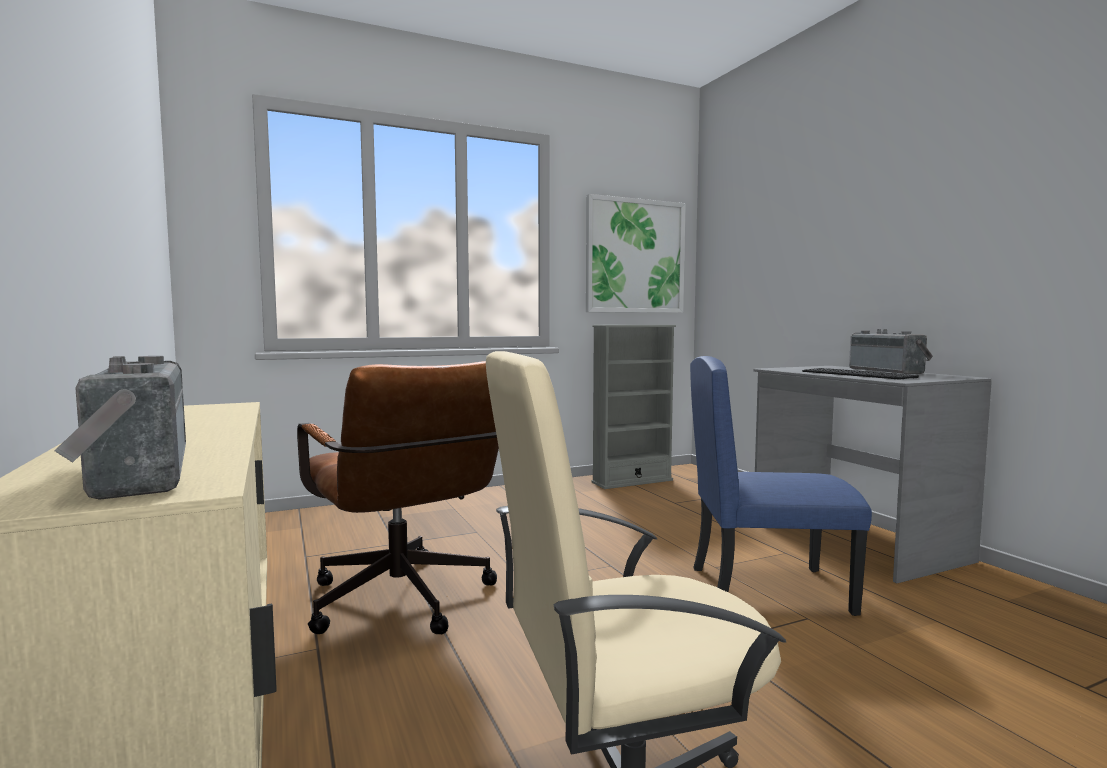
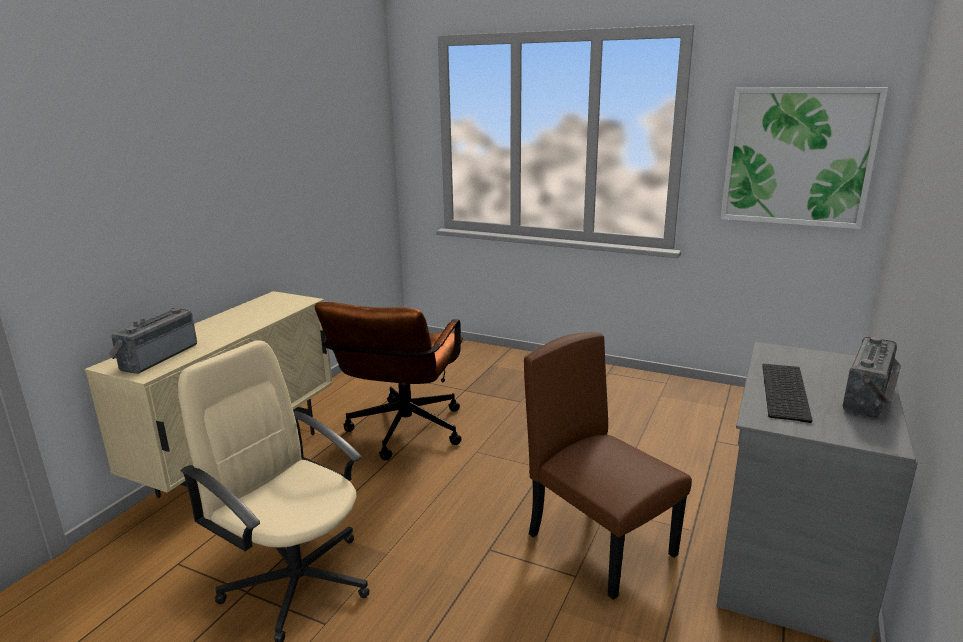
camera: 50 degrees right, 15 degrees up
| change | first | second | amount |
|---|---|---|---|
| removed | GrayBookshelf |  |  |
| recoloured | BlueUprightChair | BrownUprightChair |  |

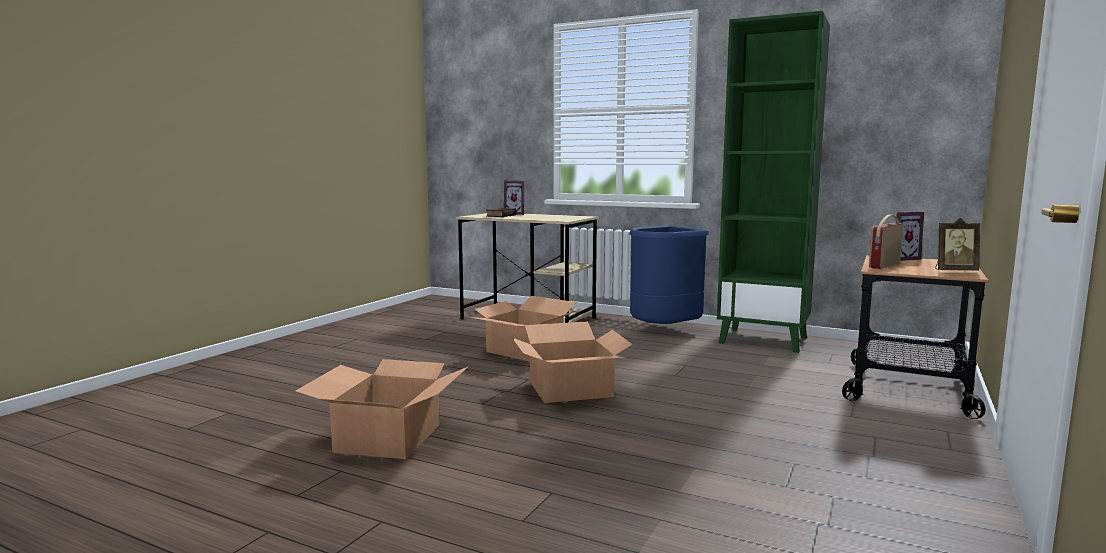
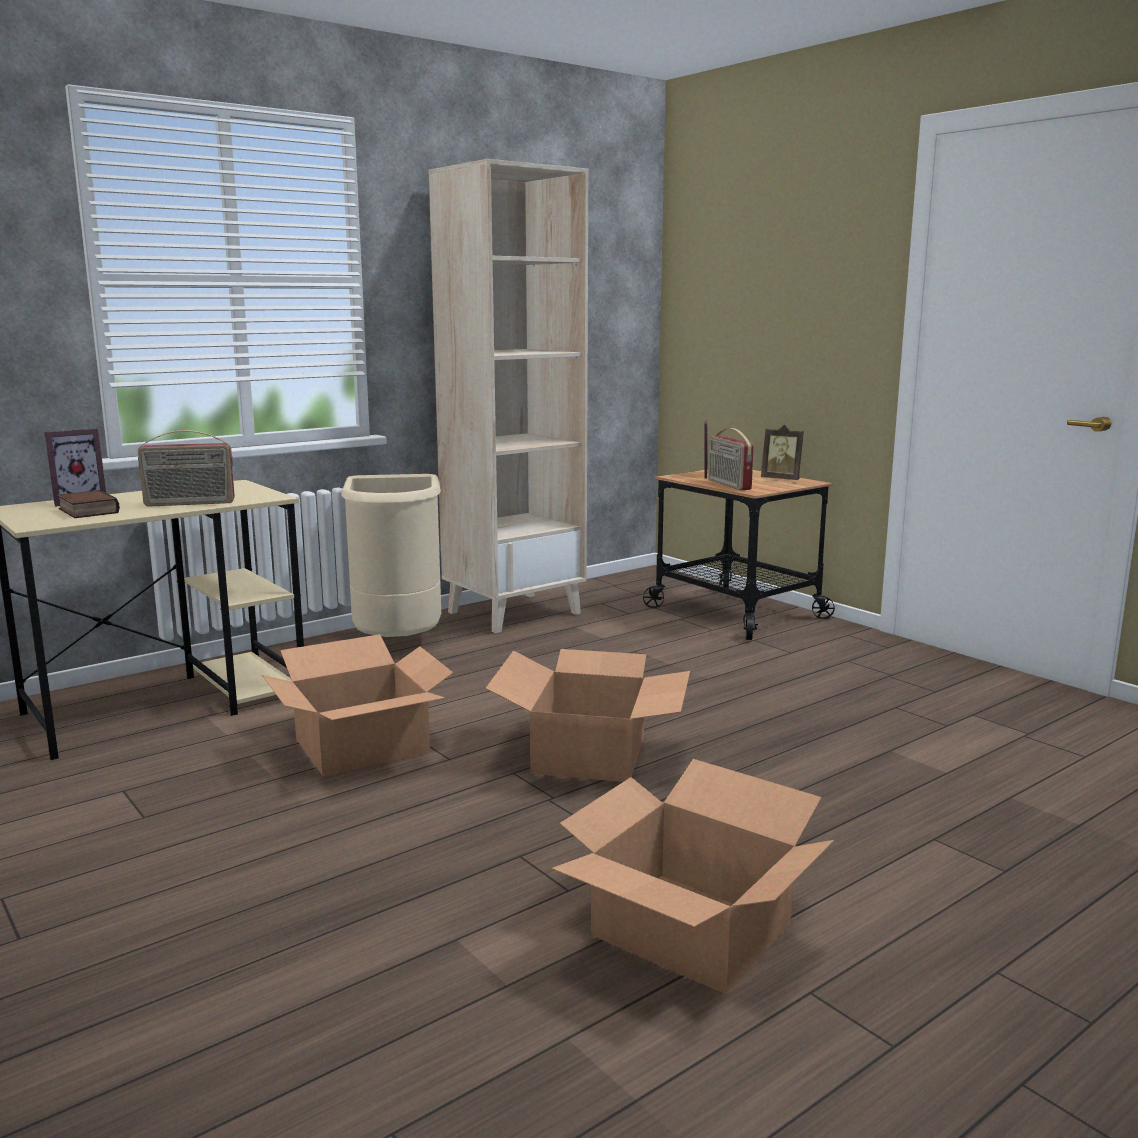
camera: 65 degrees left, 5 degrees up
| change | first | second | amount |
|---|---|---|---|
| recoloured | GreenishBookshelf | SandColouredBookshelf |  |
| turned | StandingFrame (3rd from left) |  | 90 degrees clockwise |
| recoloured | BlueRubbishBin | SandColouredRubbishBin |  |
| added |  | RadioReceiver (1st from left) |  |

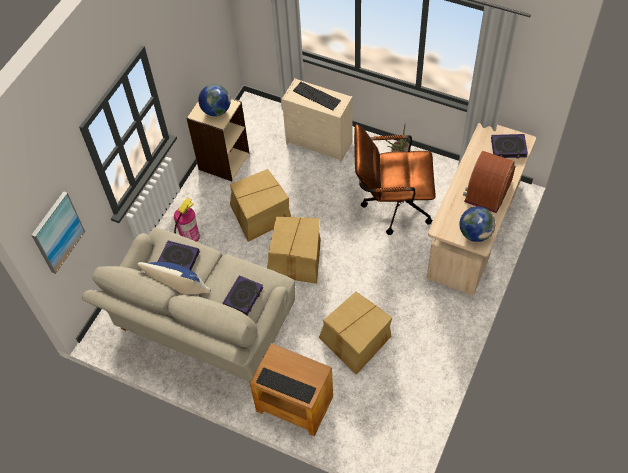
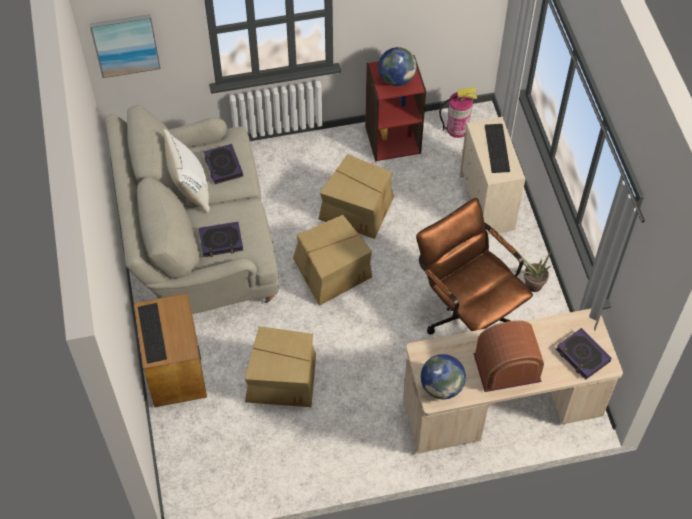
camera: 50 degrees right, 0 degrees up
| change | first | second | amount |
|---|---|---|---|
| recoloured | SandColouredBookshelf | RedBookshelf |  |
| moved | FireFightingCylinder |  |  |
| recoloured | BlueCushion | WhitishCushion |  |

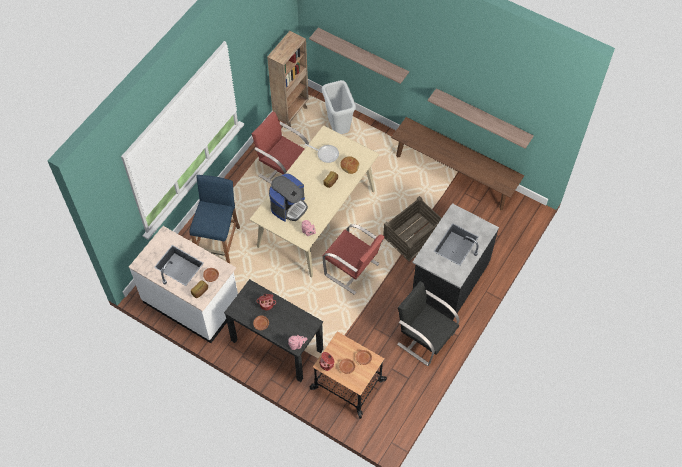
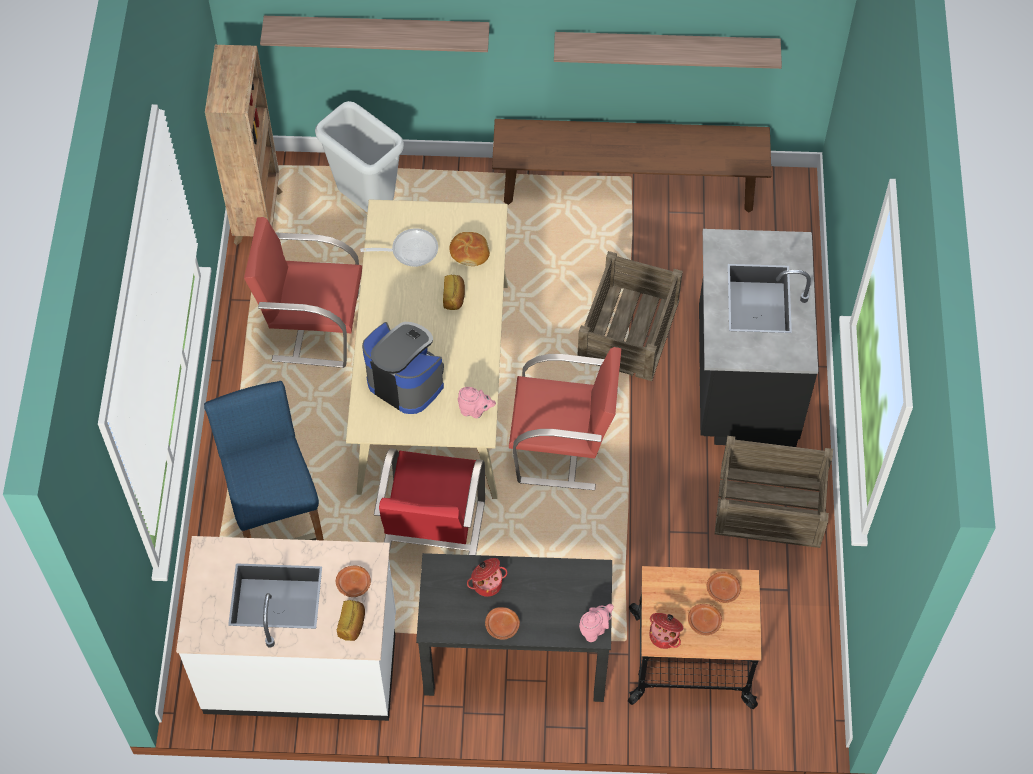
camera: 30 degrees left, 0 degrees up
| change | first | second | amount |
|---|---|---|---|
| turned | CoffeeMachine |  | 60 degrees counterclockwise |
| replaced | BlackishUprightChair | Crate (2nd from left) |  |
| added |  | RedUprightChair (2nd from left) |  |

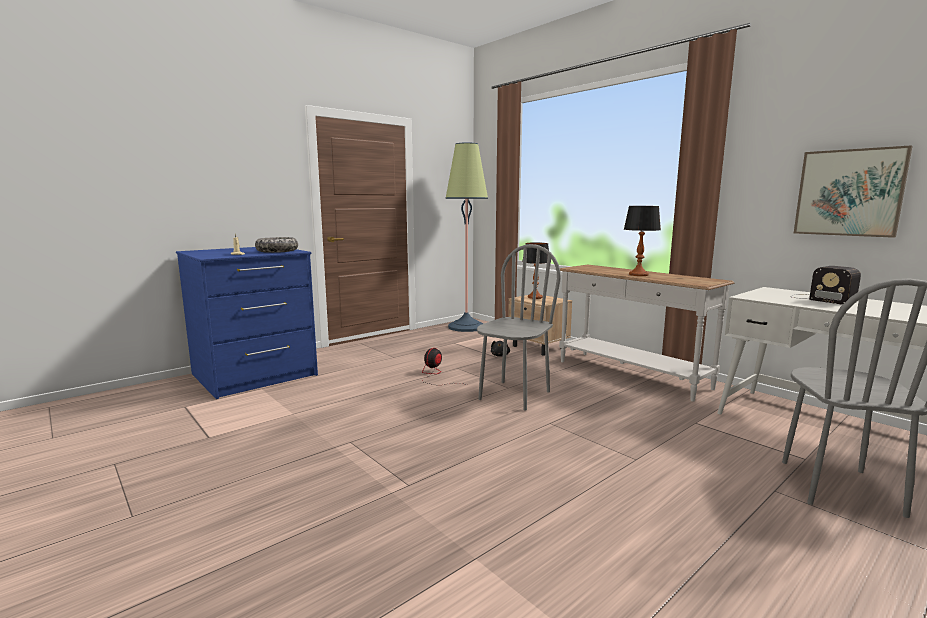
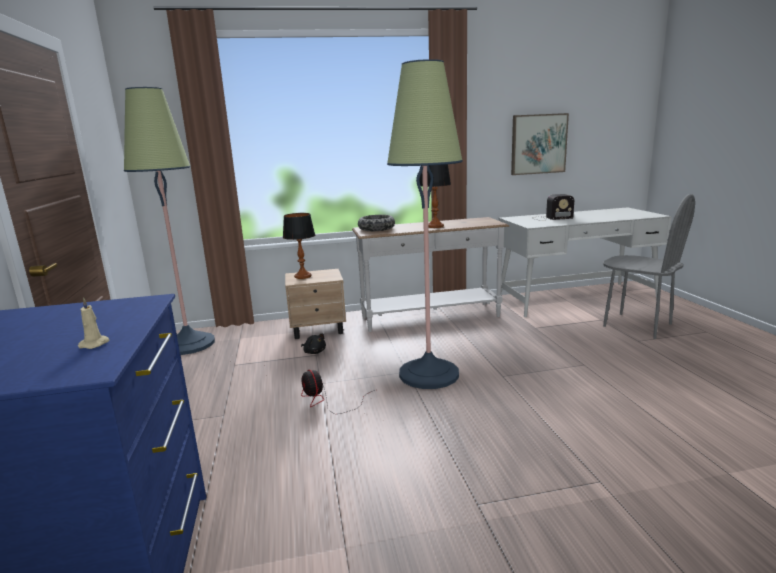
camera: 60 degrees left, 5 degrees up
| change | first | second | amount |
|---|---|---|---|
| moved | DeepDish |  |  |
| replaced | GrayUprightChair (1st from left) | StandardLamp (2nd from left) |  |

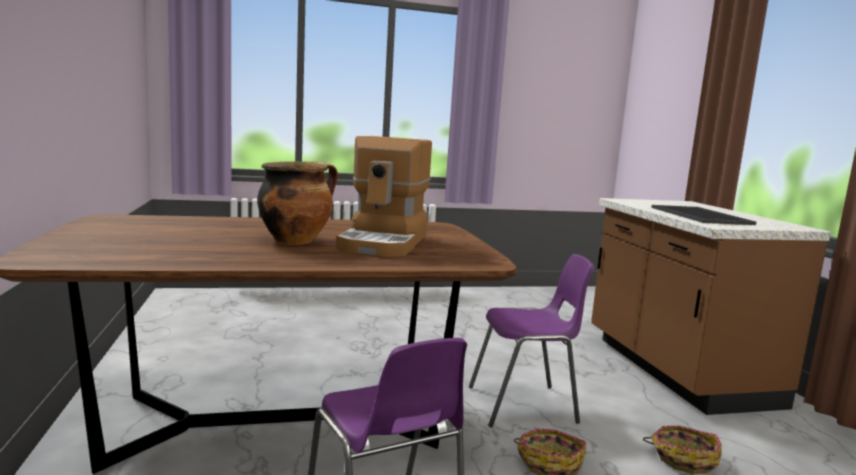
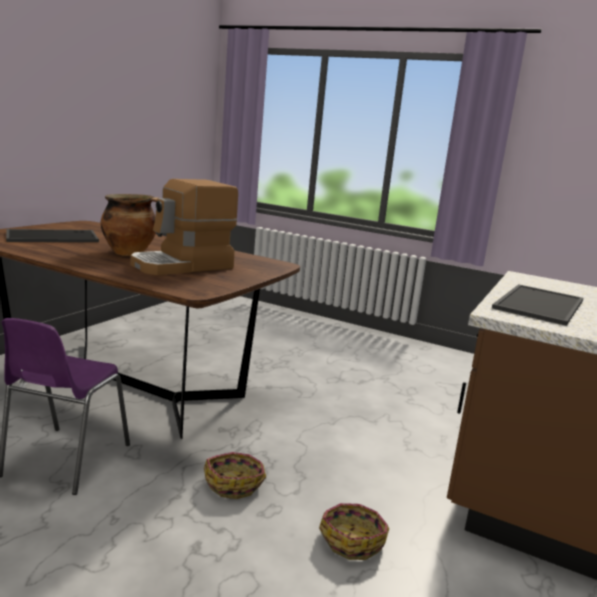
camera: 40 degrees right, 5 degrees up
| change | first | second | amount |
|---|---|---|---|
| removed | PurpleColouredUprightChair (2nd from left) |  |  |
| added |  | CarryingTray (1st from left) |  |

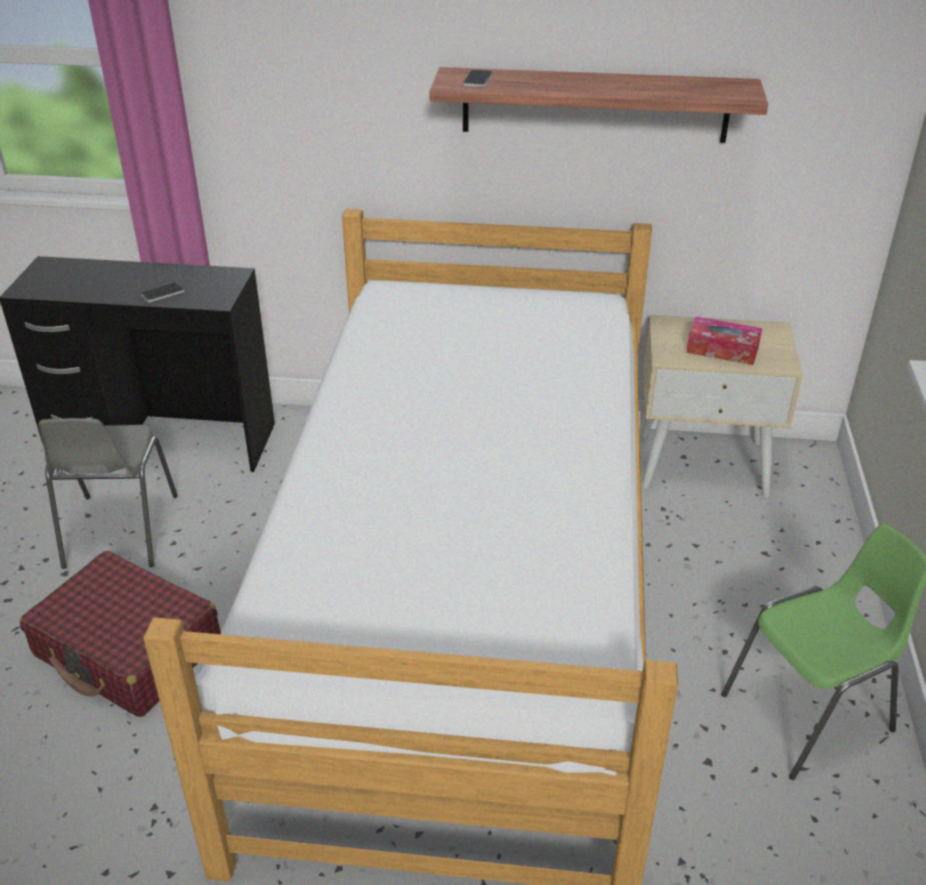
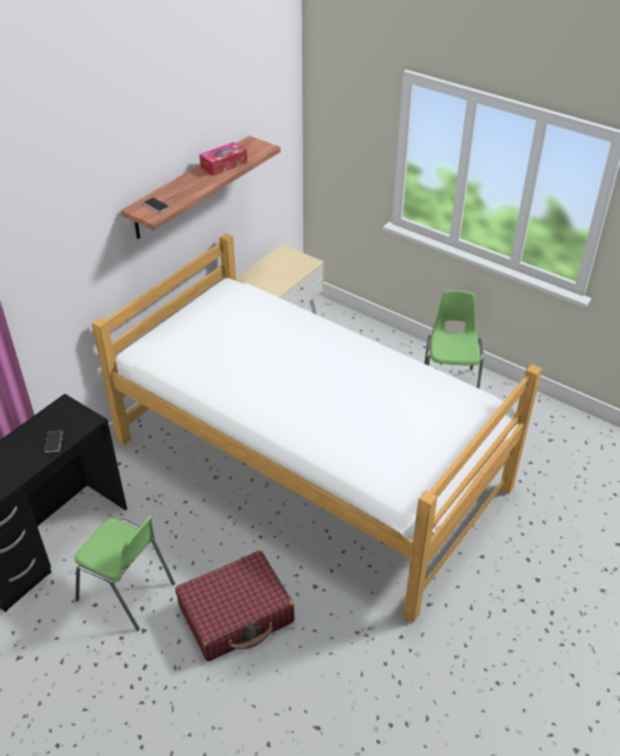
camera: 60 degrees left, 5 degrees up
| change | first | second | amount |
|---|---|---|---|
| moved | TissueHolder |  |  |
| recoloured | GrayUprightChair | GreenishUprightChair (1st from left) |  |

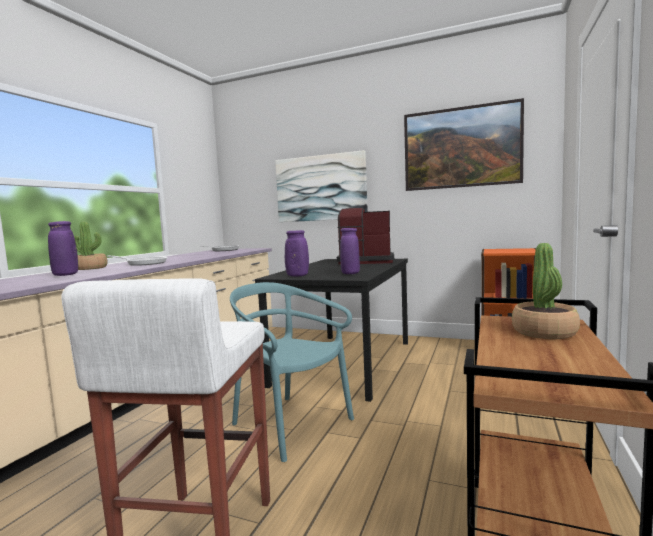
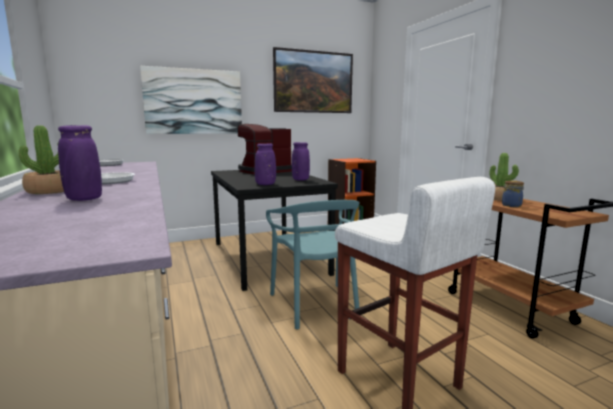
camera: 45 degrees left, 5 degrees up
| change | first | second | amount |
|---|---|---|---|
| turned | TurquoiseUprightChair |  | 105 degrees counterclockwise |
| added |  | StorageJar |  |

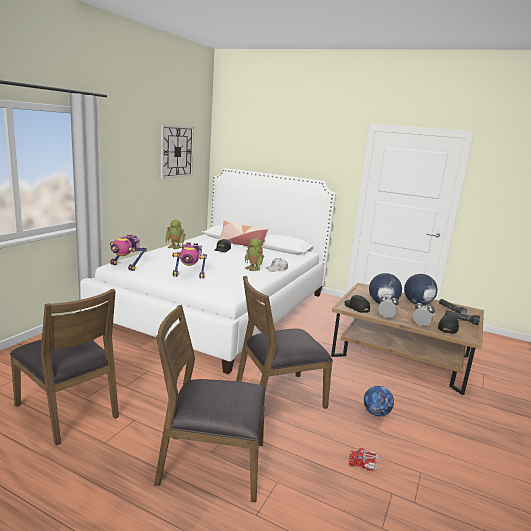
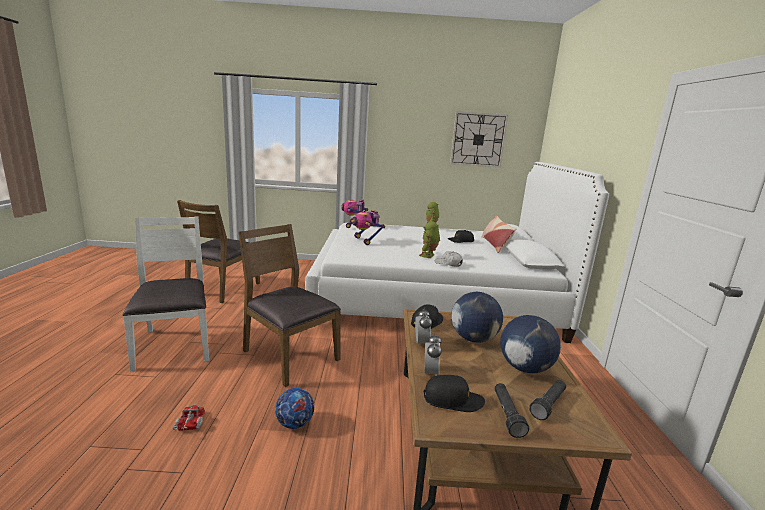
camera: 65 degrees right, 0 degrees up
| change | first | second | amount |
|---|---|---|---|
| recoloured | BrownUprightChair (2nd from left) | WhitishUprightChair |  |

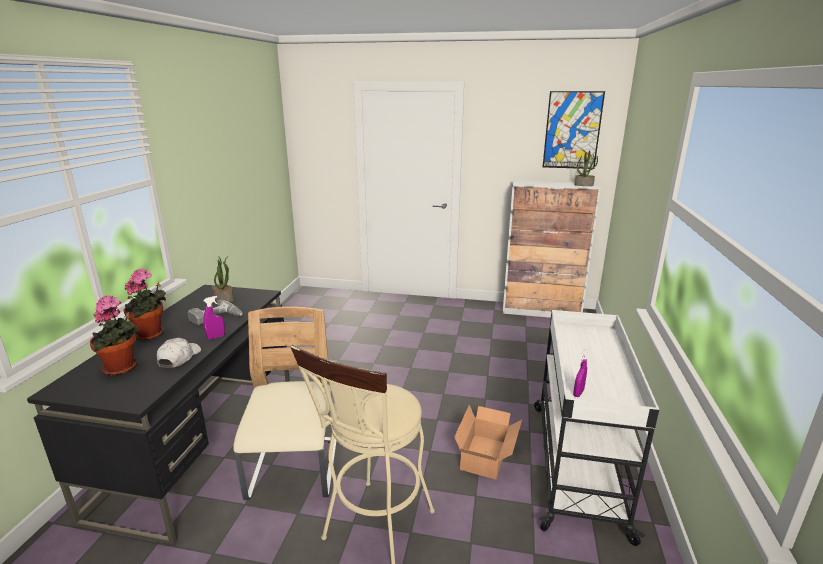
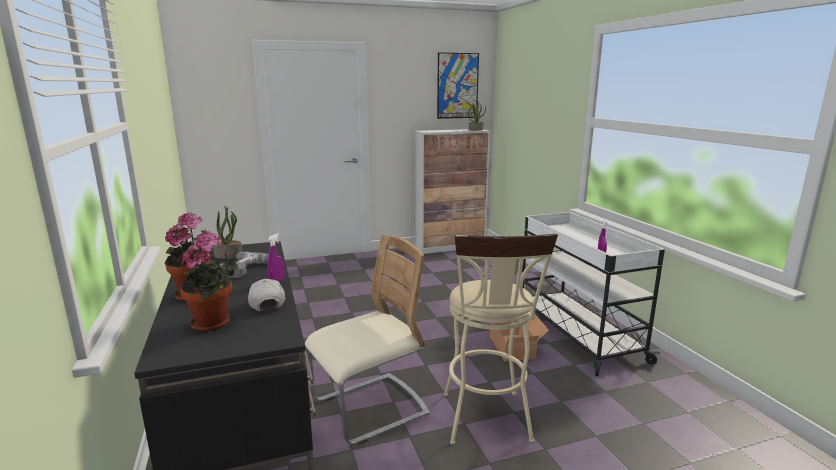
camera: 30 degrees left, 5 degrees down
| change | first | second | amount |
|---|---|---|---|
| turned | SandColouredUprightChair |  | 90 degrees clockwise |

